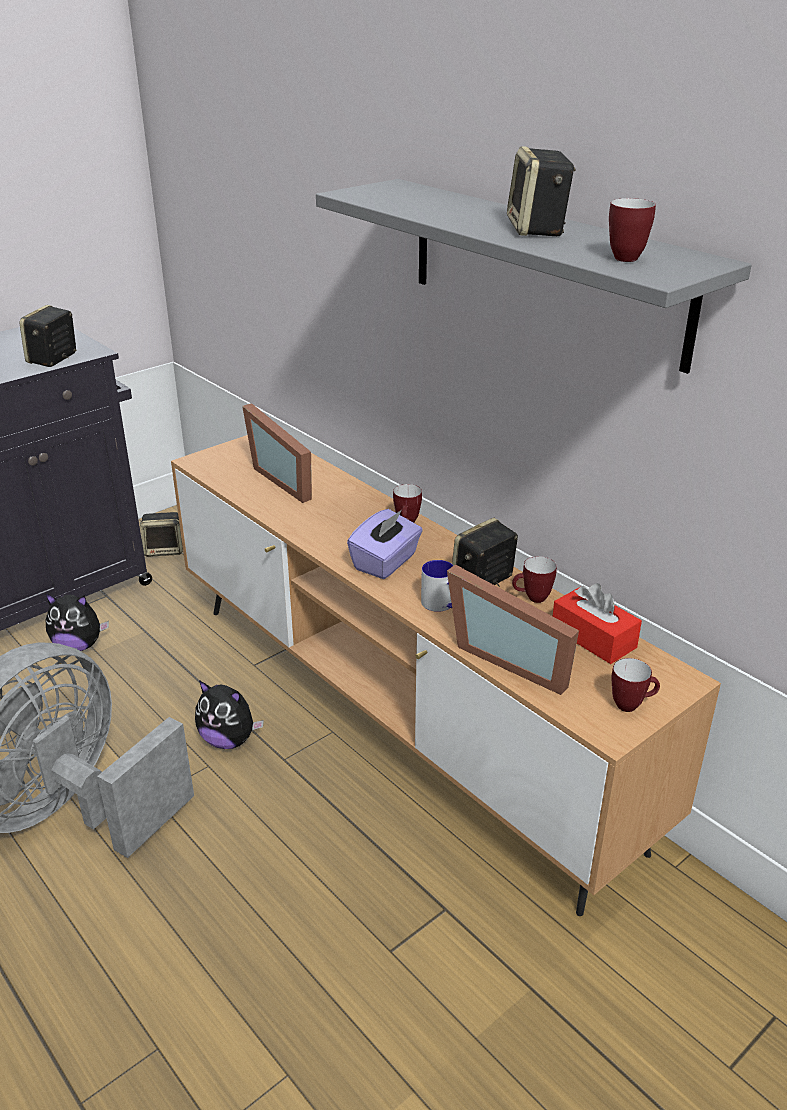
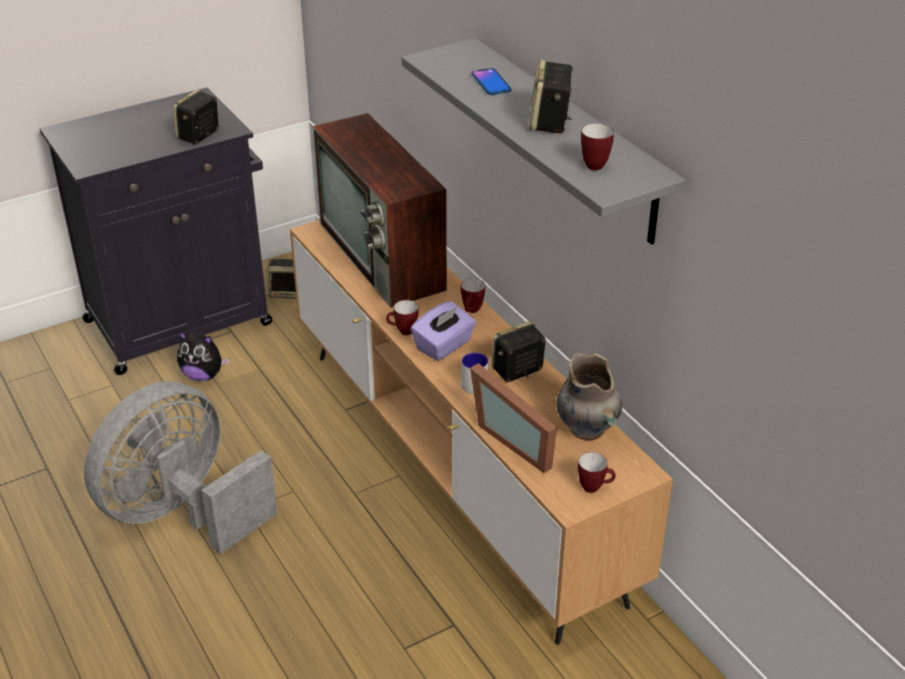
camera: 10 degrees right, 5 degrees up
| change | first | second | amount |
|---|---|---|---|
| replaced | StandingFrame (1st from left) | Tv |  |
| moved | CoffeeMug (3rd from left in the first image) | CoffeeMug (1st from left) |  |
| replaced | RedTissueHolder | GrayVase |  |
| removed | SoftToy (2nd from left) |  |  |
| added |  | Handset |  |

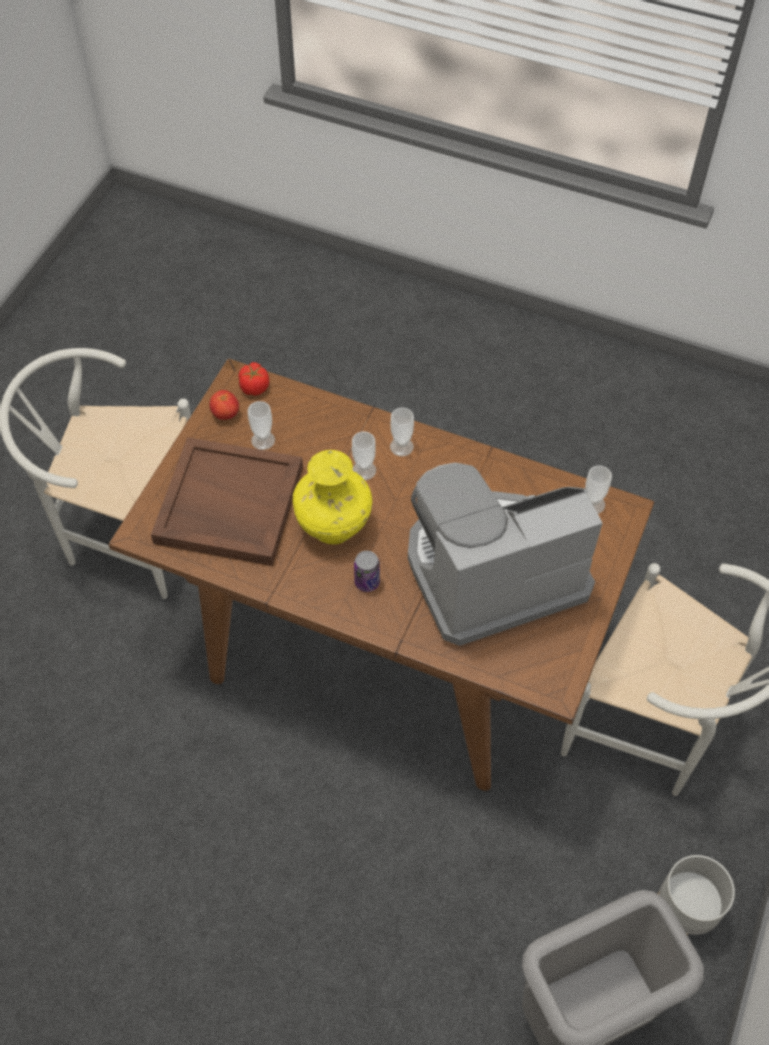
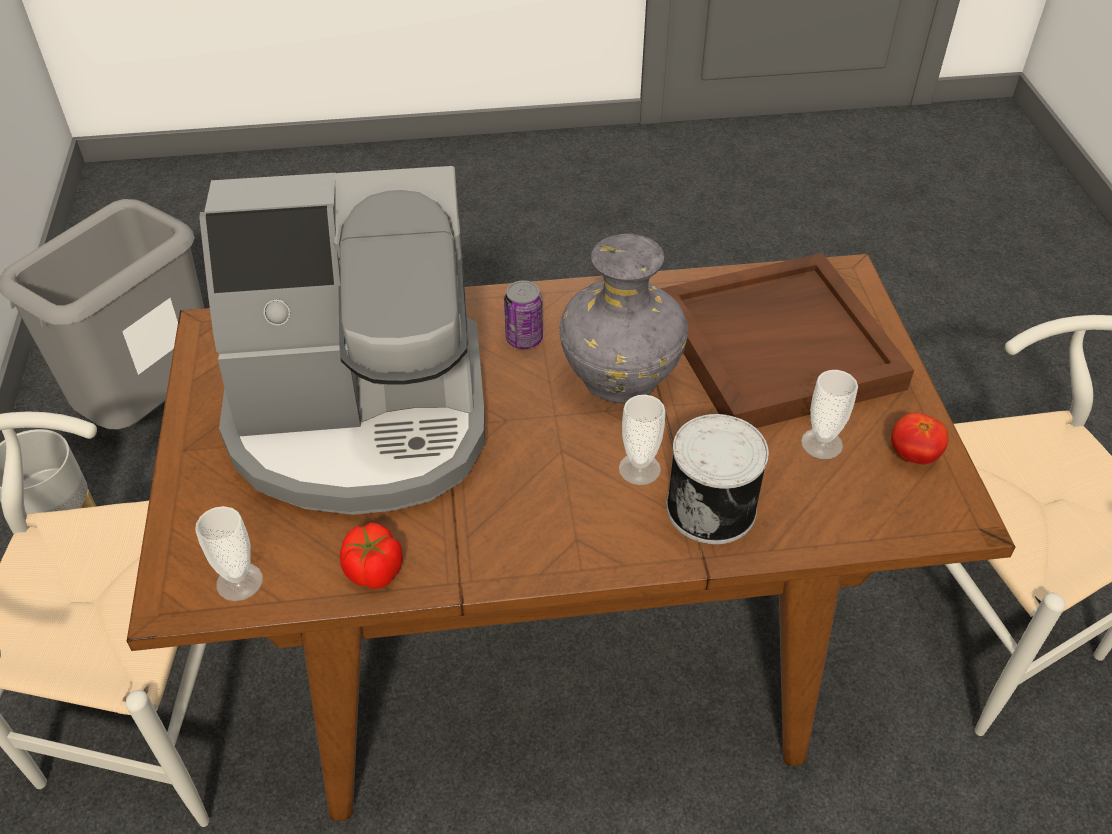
camera: 150 degrees right, 10 degrees down
| change | first | second | amount |
|---|---|---|---|
| moved | FreshTomato (2nd from left in the first image) | FreshTomato (1st from left) |  |
| removed | SmallCup (3rd from left) |  |  |
| recoloured | YellowVase | GrayVase |  |
| turned | CoffeeMachine |  | 45 degrees clockwise |
| added |  | Can (2nd from left) |  |

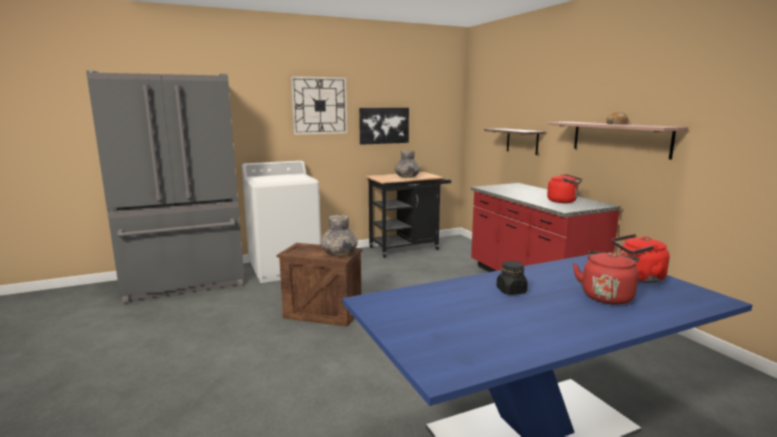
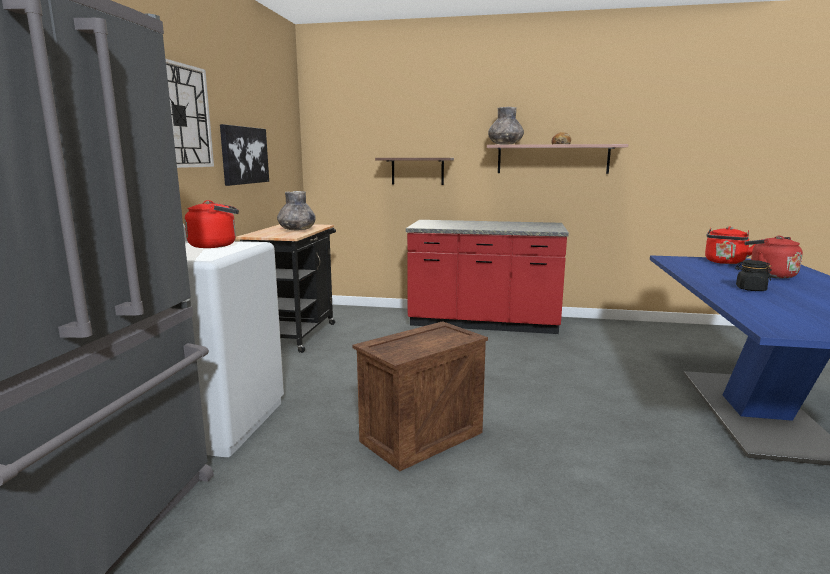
camera: 55 degrees left, 0 degrees up
| change | first | second | amount |
|---|---|---|---|
| moved | RedTeaKettle (1st from left) |  |  |
| moved | GrayVase (1st from left in the first image) | GrayVase (2nd from left) |  |

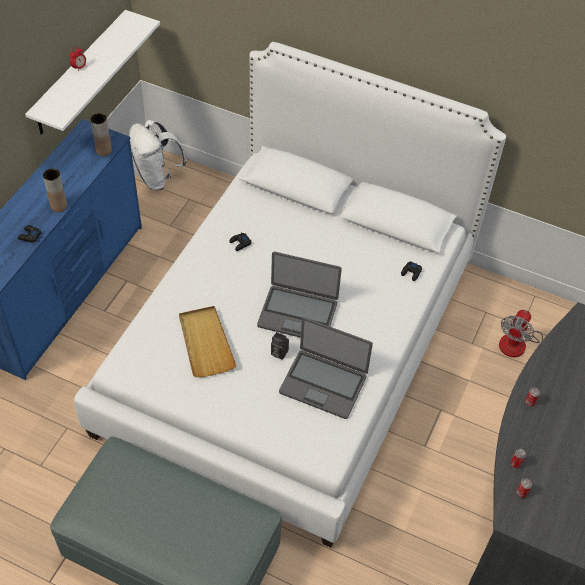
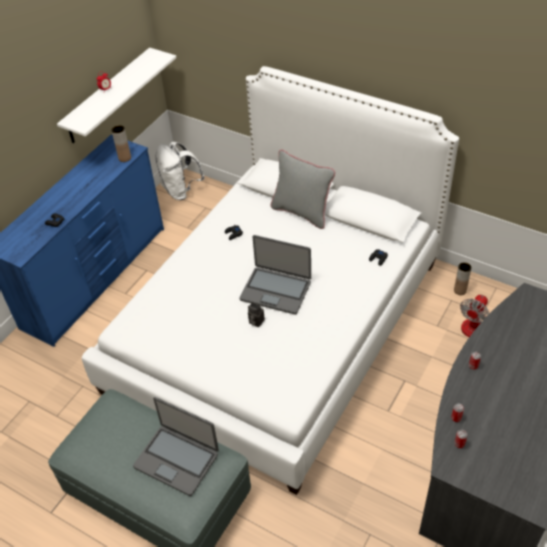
camera: 10 degrees right, 5 degrees down
| change | first | second | amount |
|---|---|---|---|
| moved | BrownVase (1st from left in the first image) | BrownVase (2nd from left) |  |
| removed | SandColouredCarryingTray |  |  |
| moved | Laptop (2nd from left in the first image) | Laptop (1st from left) |  |
| added |  | GrayCushion |  |

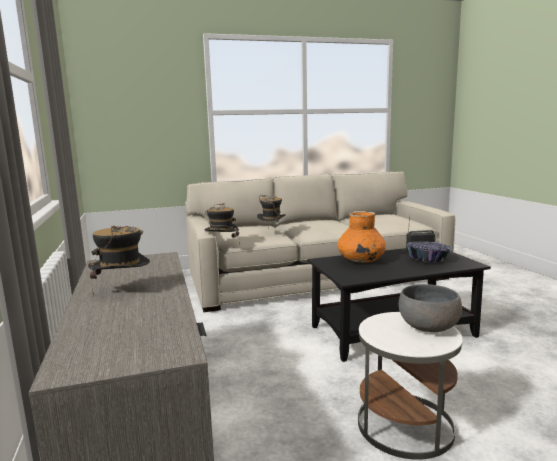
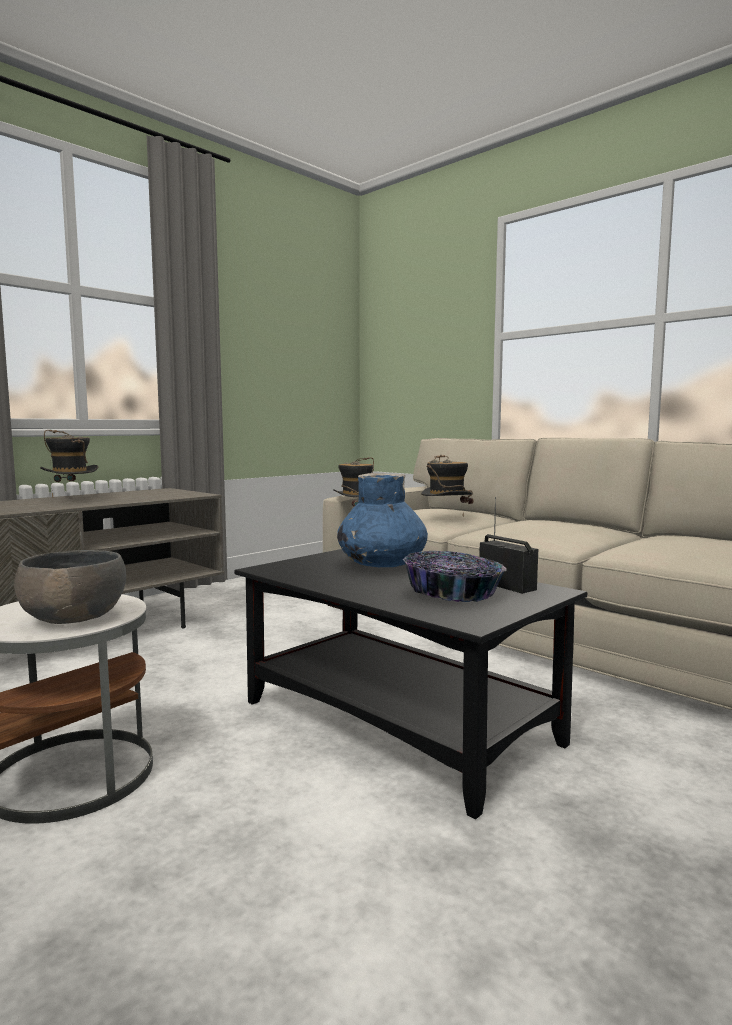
camera: 60 degrees right, 5 degrees down
| change | first | second | amount |
|---|---|---|---|
| recoloured | OrangeyVase | BlueVase |  |

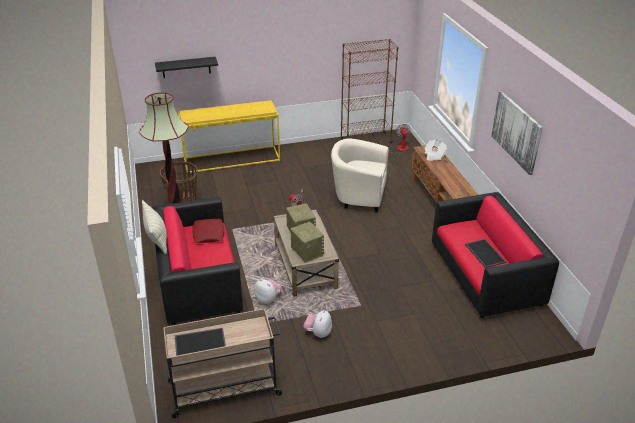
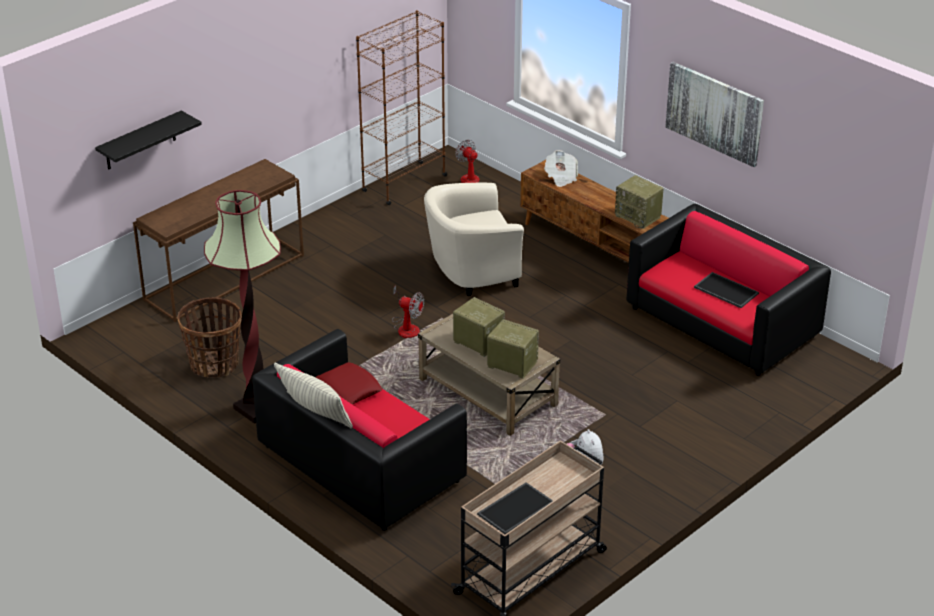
camera: 30 degrees left, 0 degrees up
| change | first | second | amount |
|---|---|---|---|
| recoloured | YellowNarrowTable | BrownNarrowTable |  |
| removed | SoftToy (1st from left) |  |  |
| added |  | RadioReceiver (3rd from left) |  |

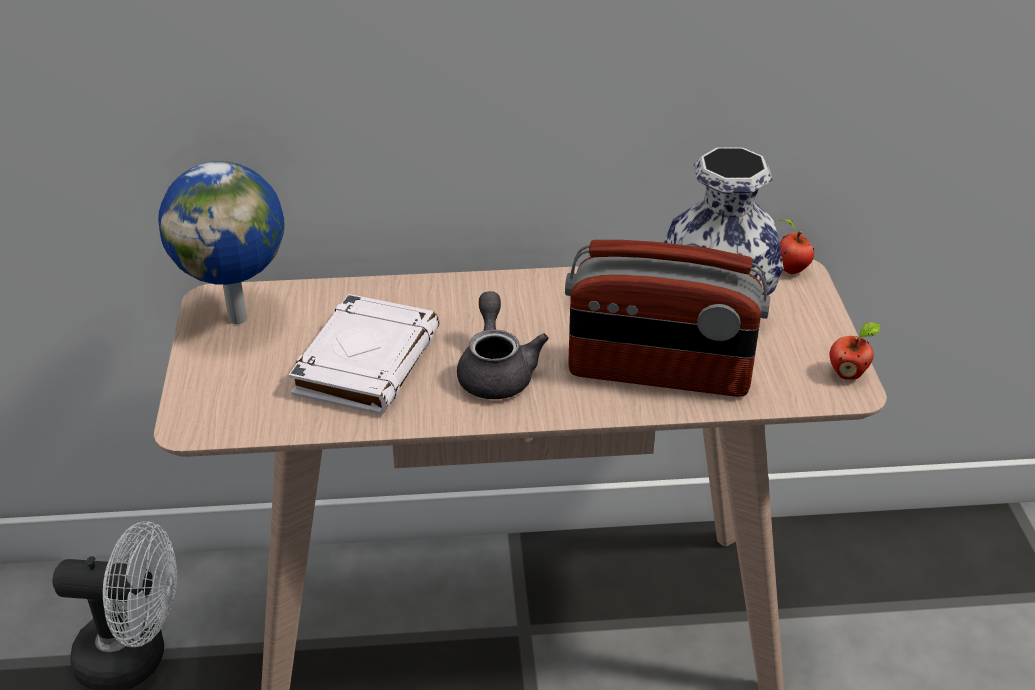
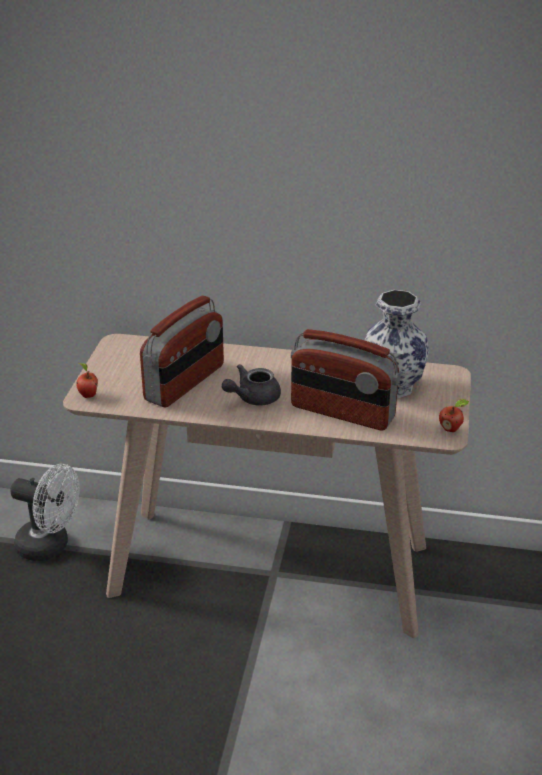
camera: 15 degrees right, 5 degrees down
| change | first | second | amount |
|---|---|---|---|
| removed | DeskGlobe |  |  |
| moved | WholeApple (1st from left) |  |  |
| turned | GrayTeapot |  | 135 degrees counterclockwise |
| replaced | WhitishBoundBook | RadioReceiver (1st from left) |  |

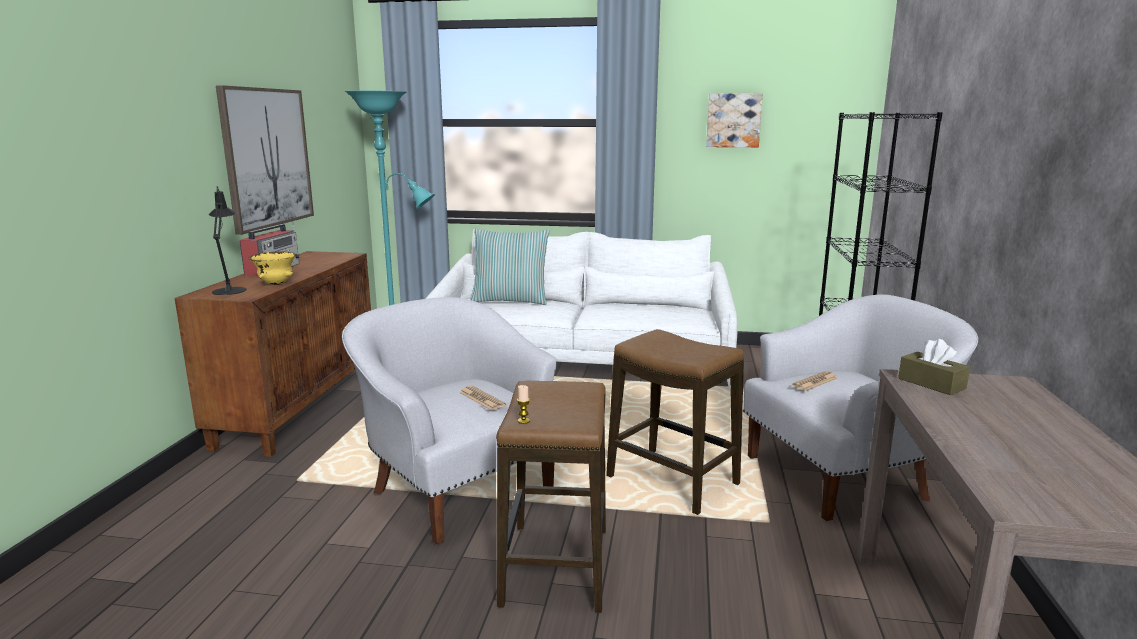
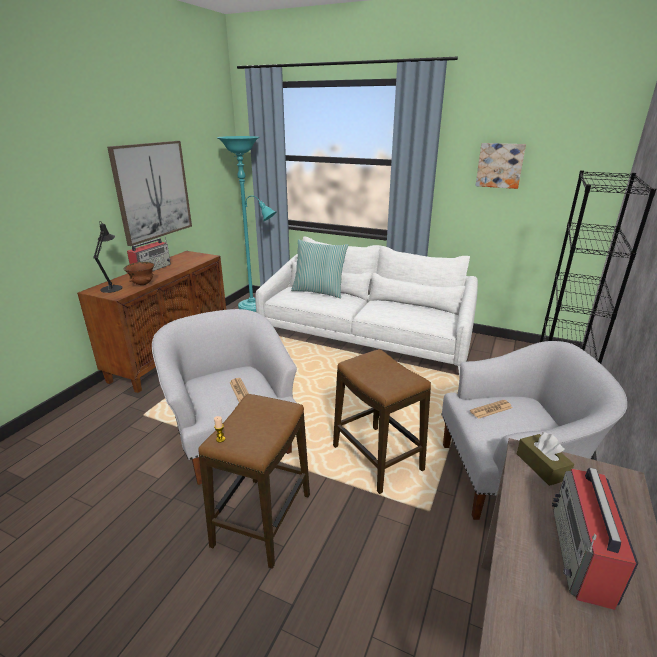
camera: 15 degrees right, 10 degrees up
| change | first | second | amount |
|---|---|---|---|
| recoloured | YellowDeepDish | BrownDeepDish |  |
| added |  | RadioReceiver (2nd from left) |  |

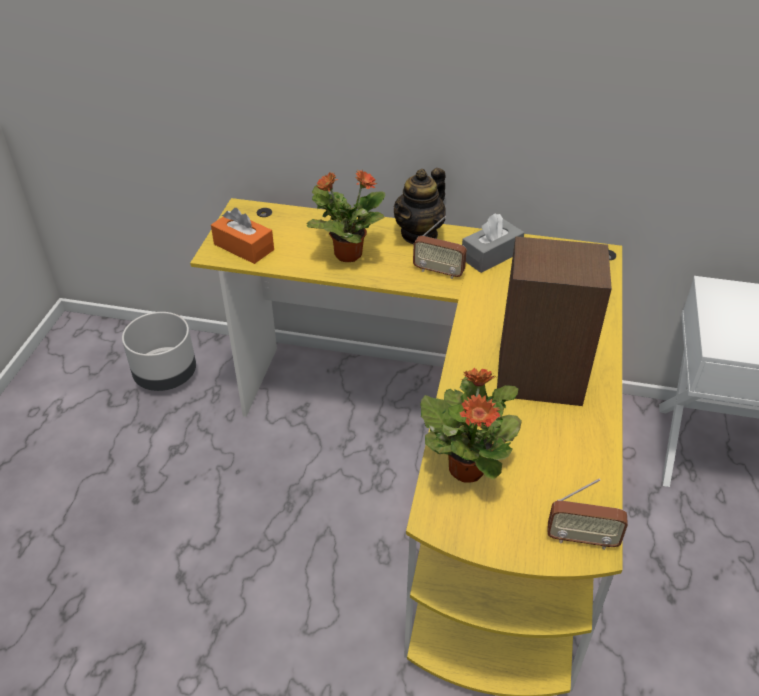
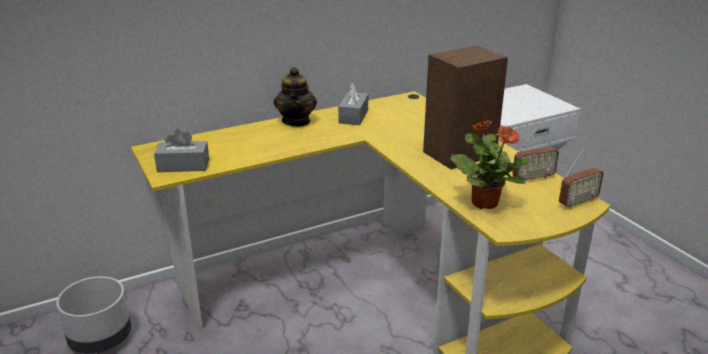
camera: 40 degrees left, 15 degrees down
| change | first | second | amount |
|---|---|---|---|
| removed | Houseplant (1st from left) |  |  |
| recoloured | OrangeyTissueHolder | GrayTissueHolder (1st from left) |  |
| moved | RadioReceiver (1st from left) |  |  |

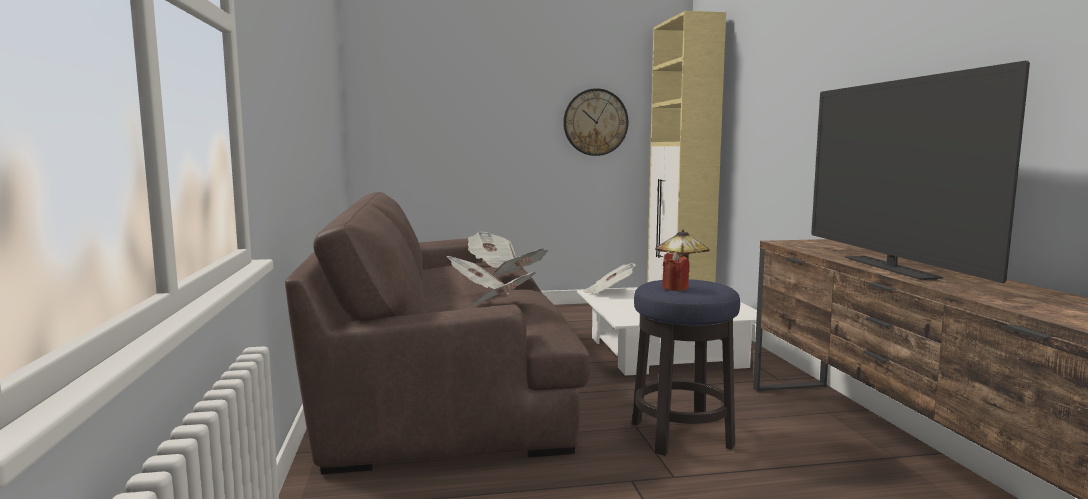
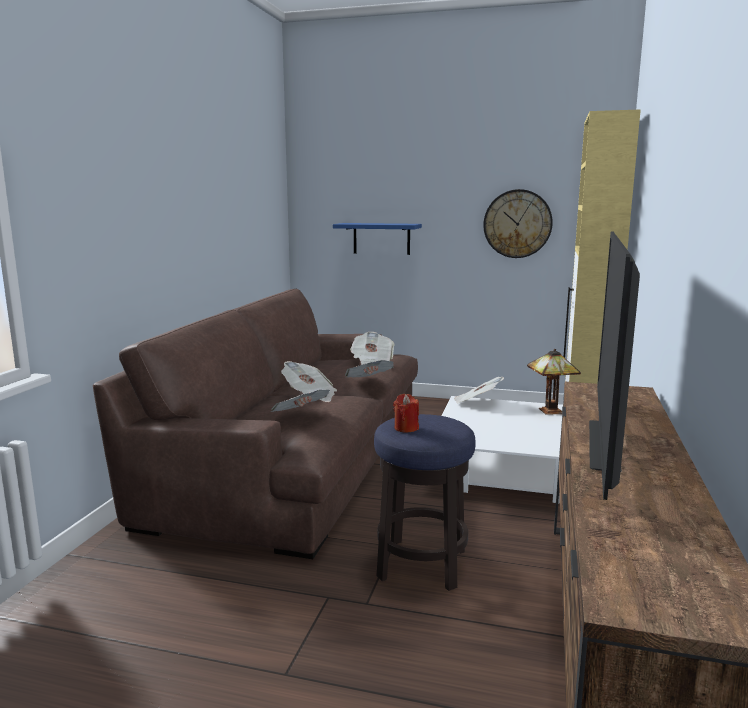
camera: 25 degrees right, 5 degrees up
| change | first | second | amount |
|---|---|---|---|
| added |  | BlueShelf |  |

